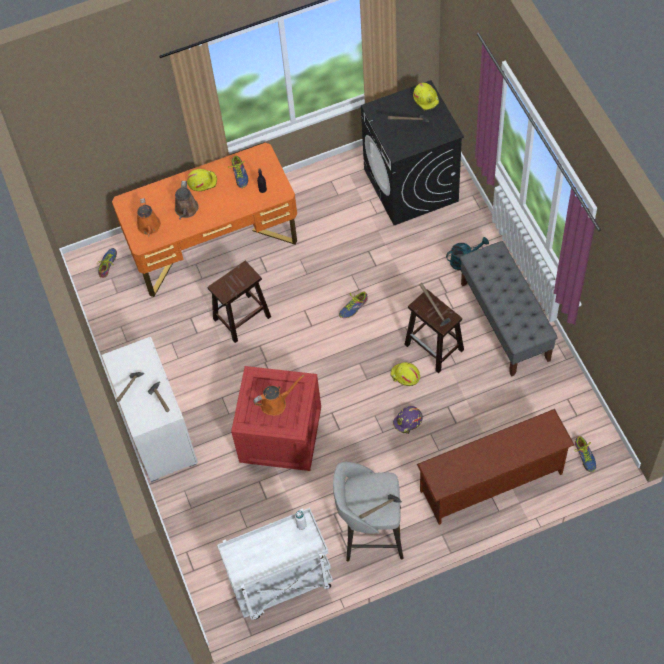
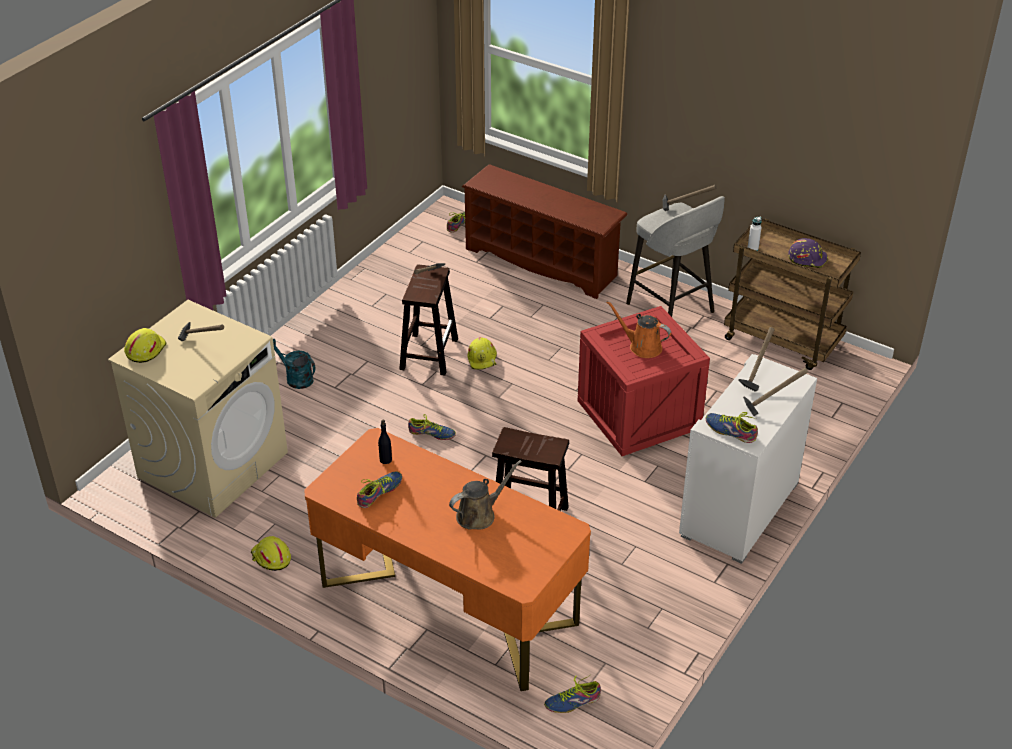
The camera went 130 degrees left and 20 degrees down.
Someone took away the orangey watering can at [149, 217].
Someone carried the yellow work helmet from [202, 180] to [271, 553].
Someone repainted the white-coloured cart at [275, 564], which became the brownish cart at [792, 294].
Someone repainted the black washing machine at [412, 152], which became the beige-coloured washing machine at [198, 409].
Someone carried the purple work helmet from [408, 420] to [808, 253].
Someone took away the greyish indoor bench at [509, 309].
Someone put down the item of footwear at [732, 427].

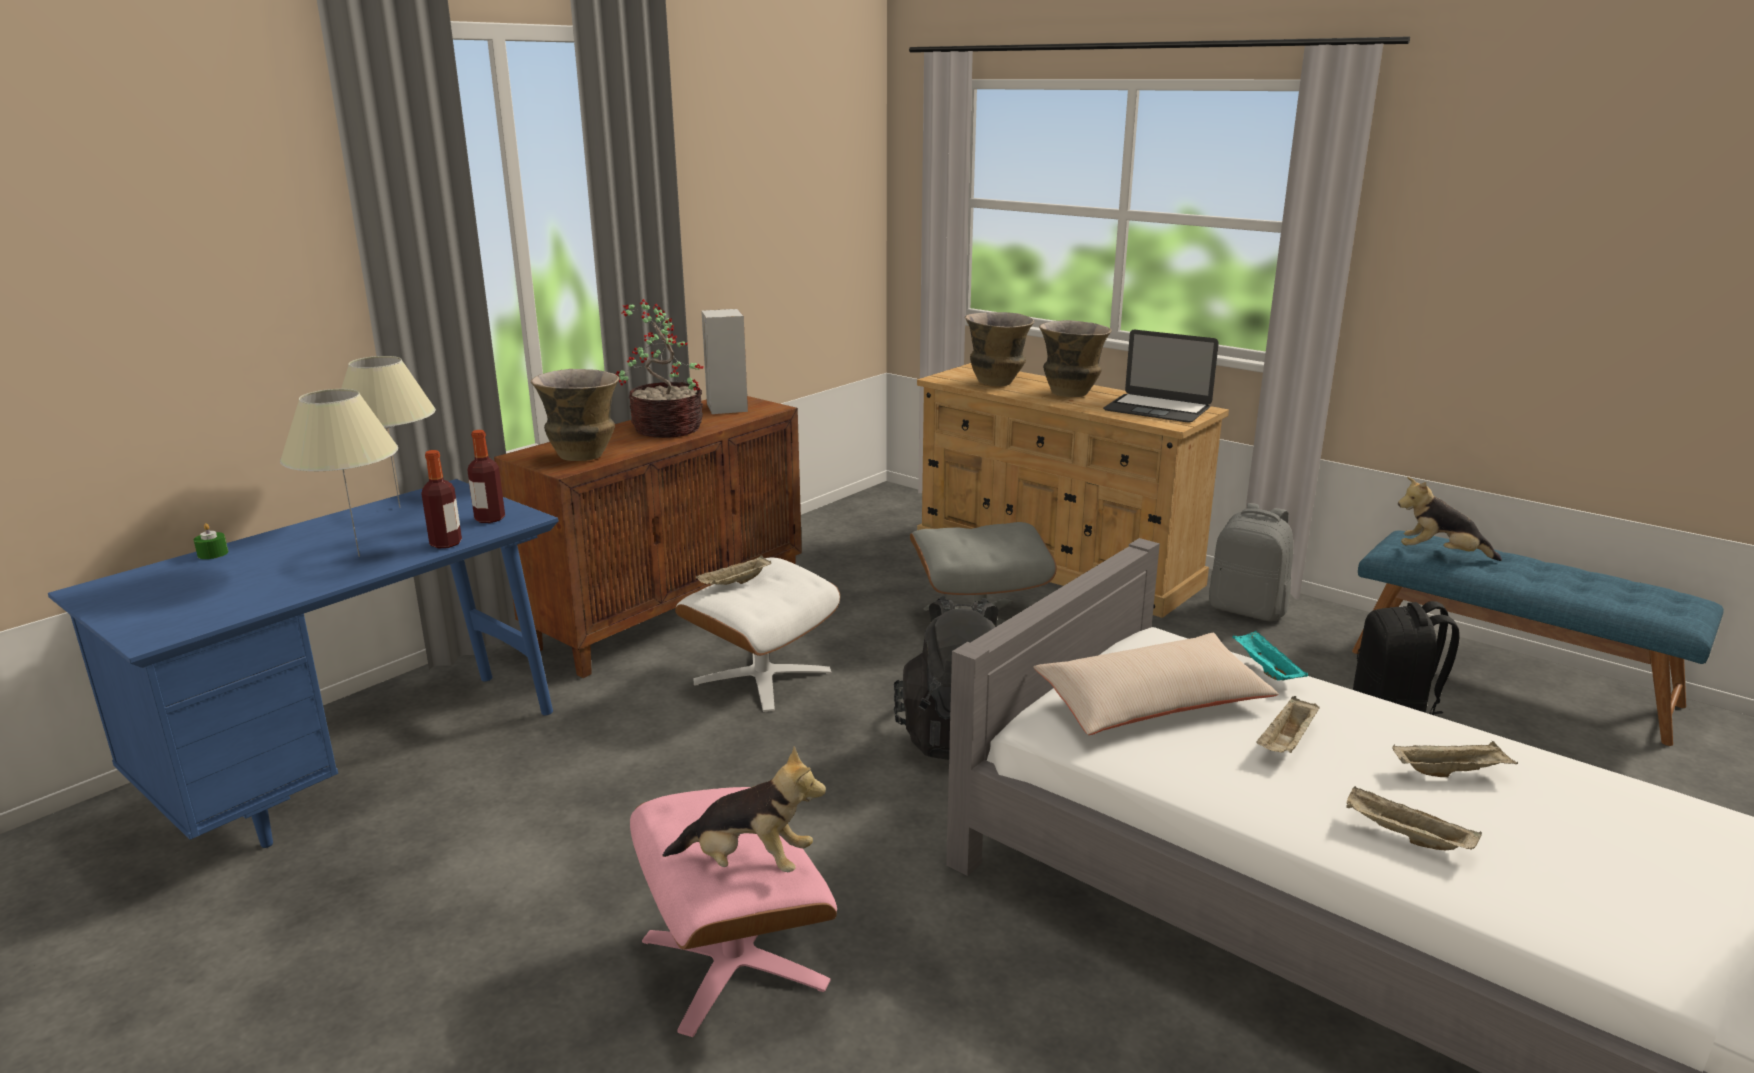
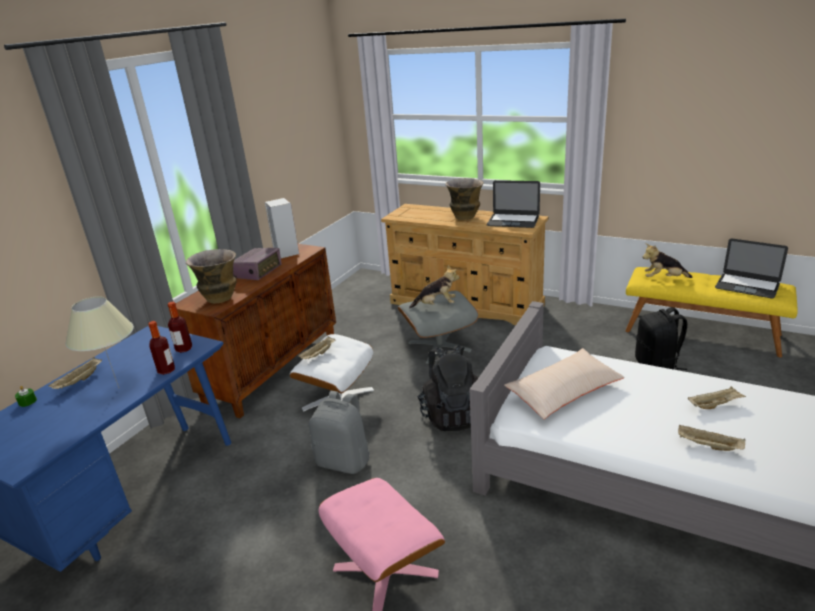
The camera went 10 degrees left and 5 degrees up.
Someone took away the beige-coloured lamp for a table at [388, 432].
Someone swapped the potted plant at [660, 368] for the radio receiver at [257, 264].
Someone carried the soft toy from [744, 809] to [434, 287].
Someone took away the flower vase at [1000, 349].
Someone carried the greyish rucksack from [1251, 562] to [339, 432].
Someone took away the turquoise-coloured tray at [1270, 655].
Someone carried the beige-coloured tray from [1288, 724] to [75, 373].
Someone repainted the blue-coloured indoor bench at [1538, 638], which became the yellow indoor bench at [711, 312].
Someone put down the portable computer at [751, 269].

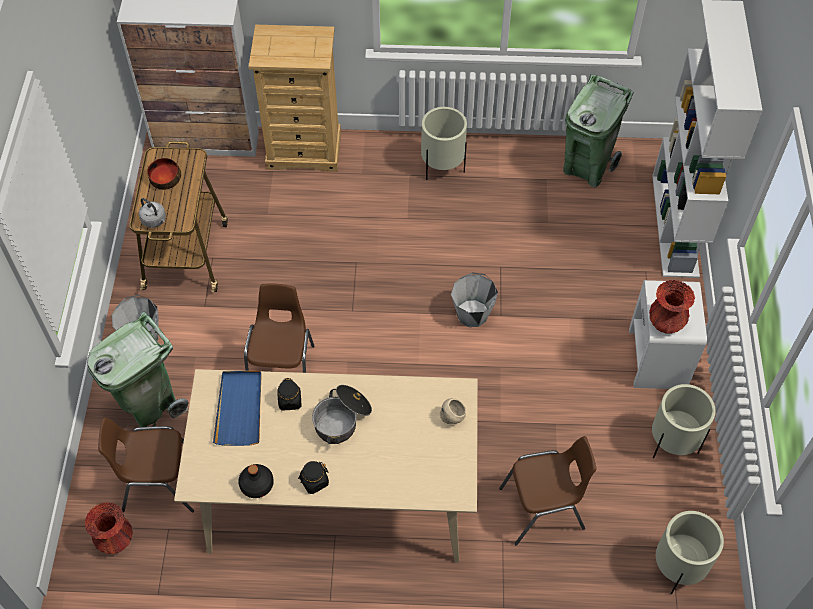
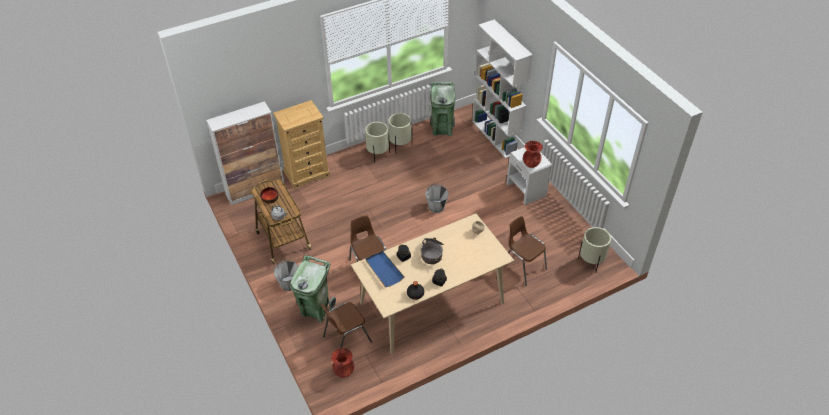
The camera went 30 degrees left and 10 degrees down.
Someone rotated the brownish upright chair at [548, 490] by 90 degrees counterclockwise.
Someone carried the beige-coloured planter from [683, 421] to [400, 132].

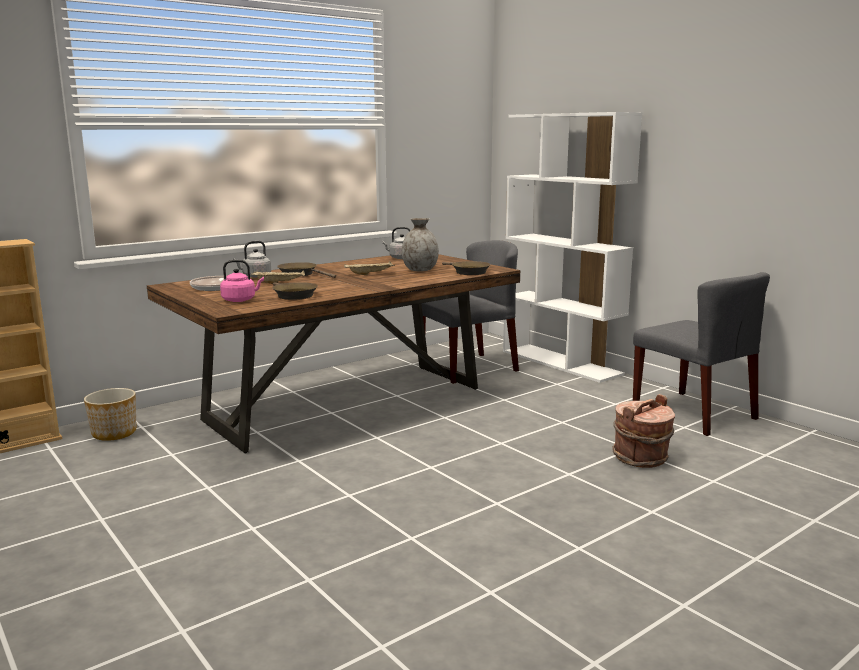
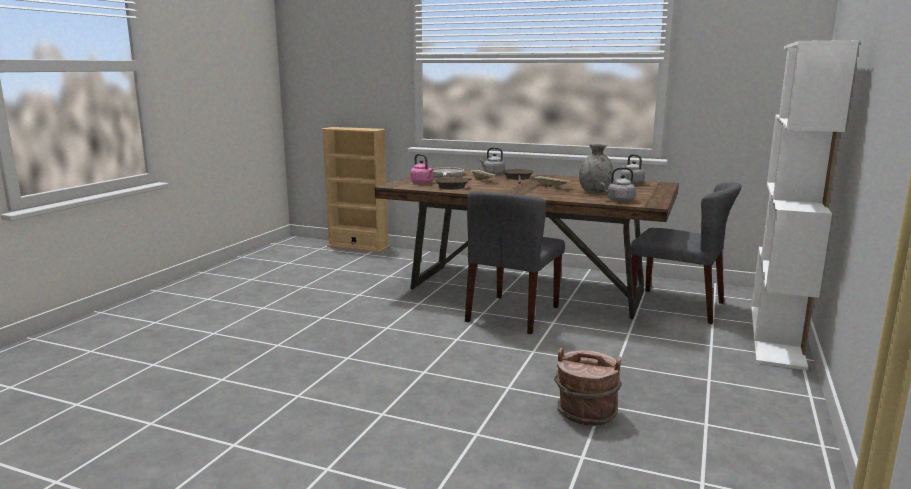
The camera went 60 degrees right and 0 degrees up.
Someone took away the planter at [110, 414].
Someone swapped the brownish skillet at [466, 268] for the greyish water kettle at [618, 184].
Someone carried the greyish upright chair from [701, 354] to [515, 262].

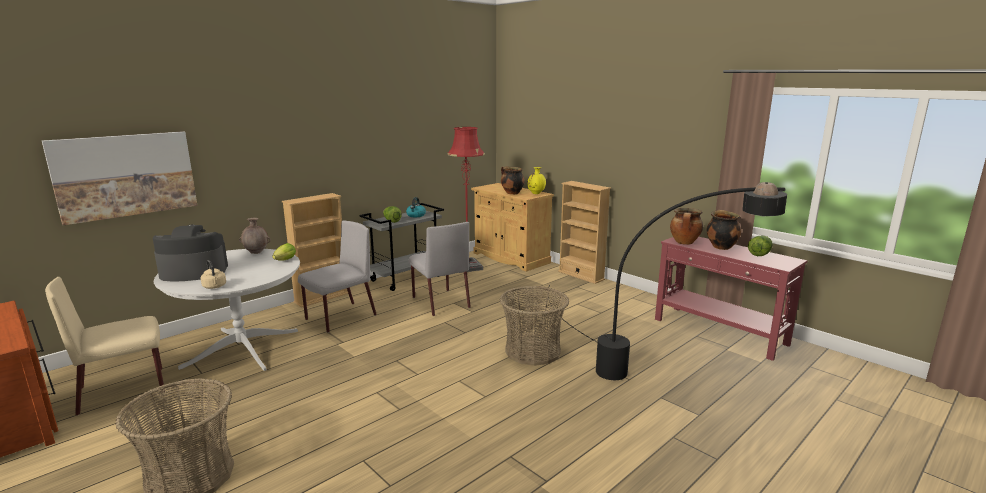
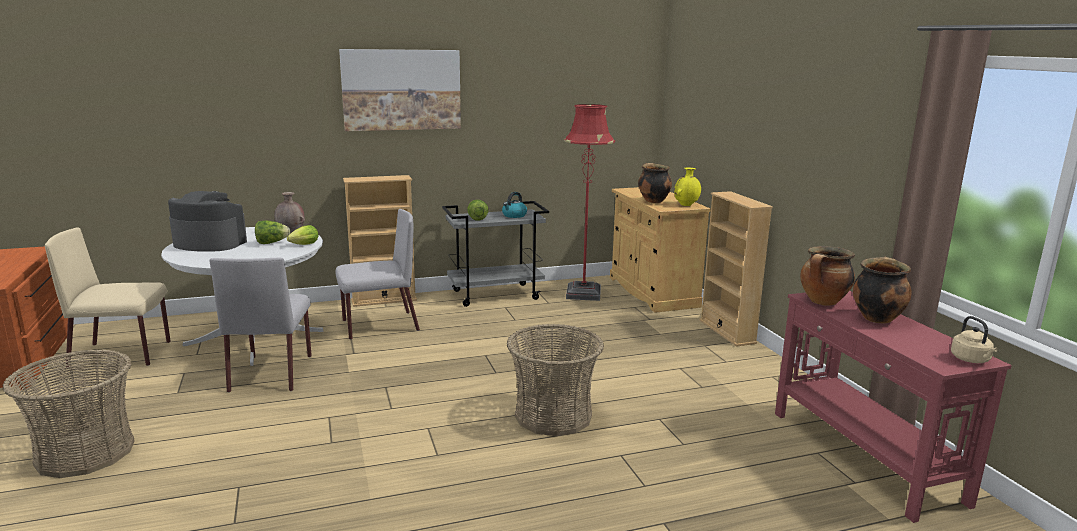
The camera went 25 degrees right and 0 degrees up.
Someone carried the picture from [120, 178] to [400, 90].
Someone carried the beige-coloured water kettle from [213, 274] to [974, 339].
Someone carried the greyish upright chair from [439, 269] to [261, 325].
Someone took away the black standing lamp at [667, 281].
Someone carried the lettuce from [760, 246] to [272, 232].

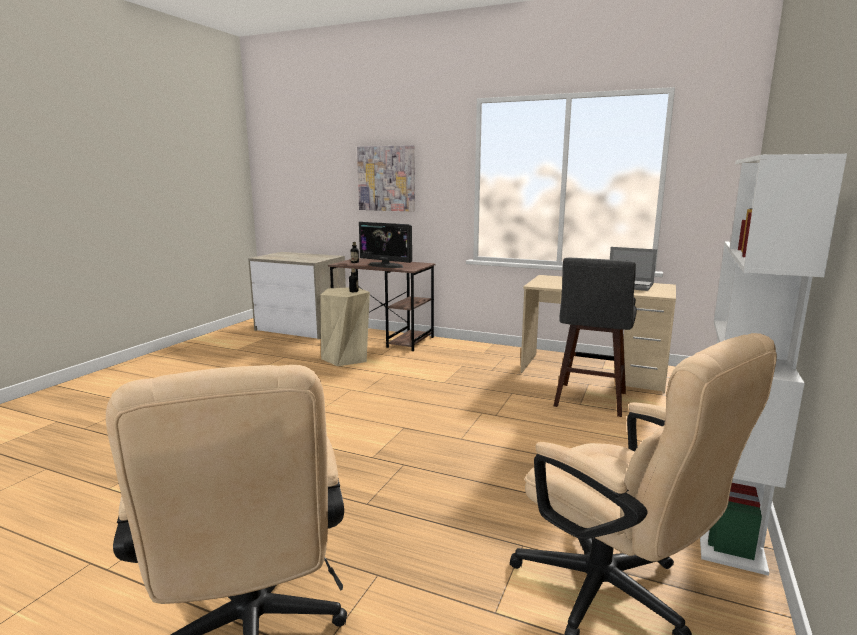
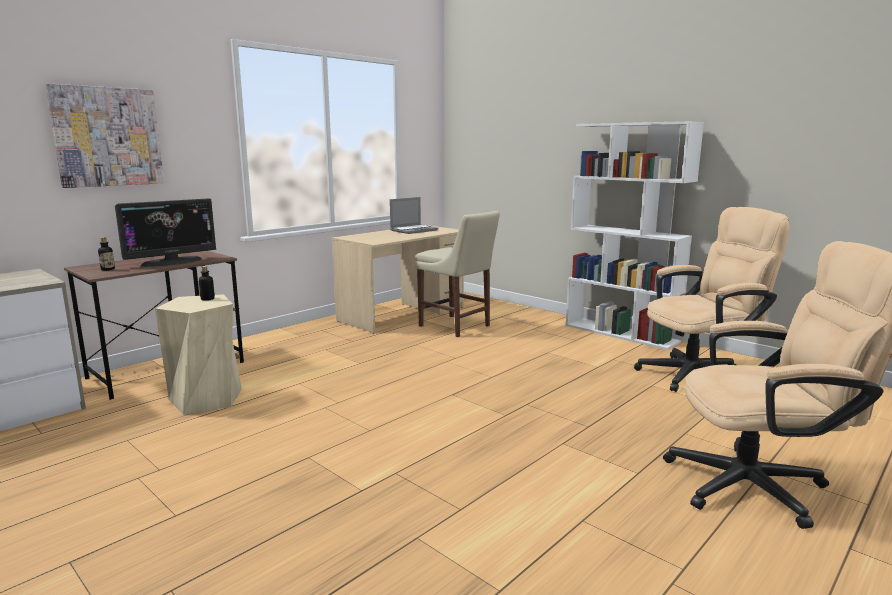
The camera went 70 degrees left and 0 degrees up.
Someone swapped the greyish stool seat at [595, 337] for the beige-coloured upright chair at [457, 274].

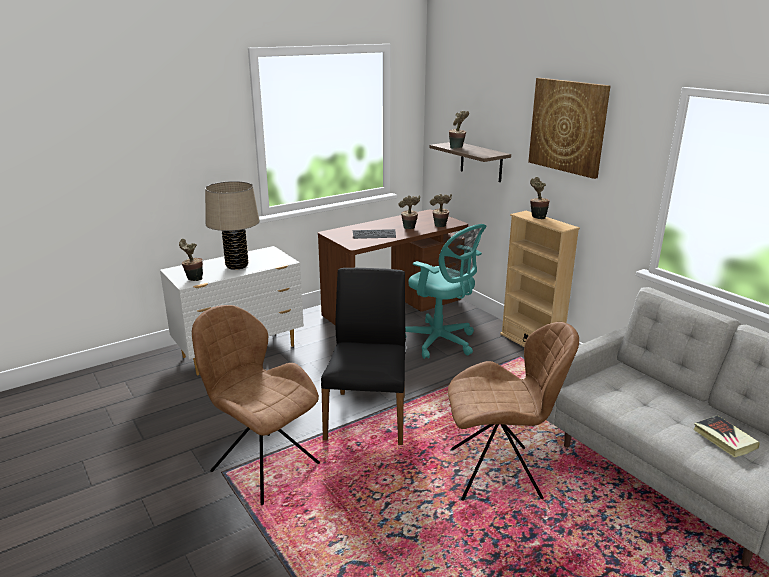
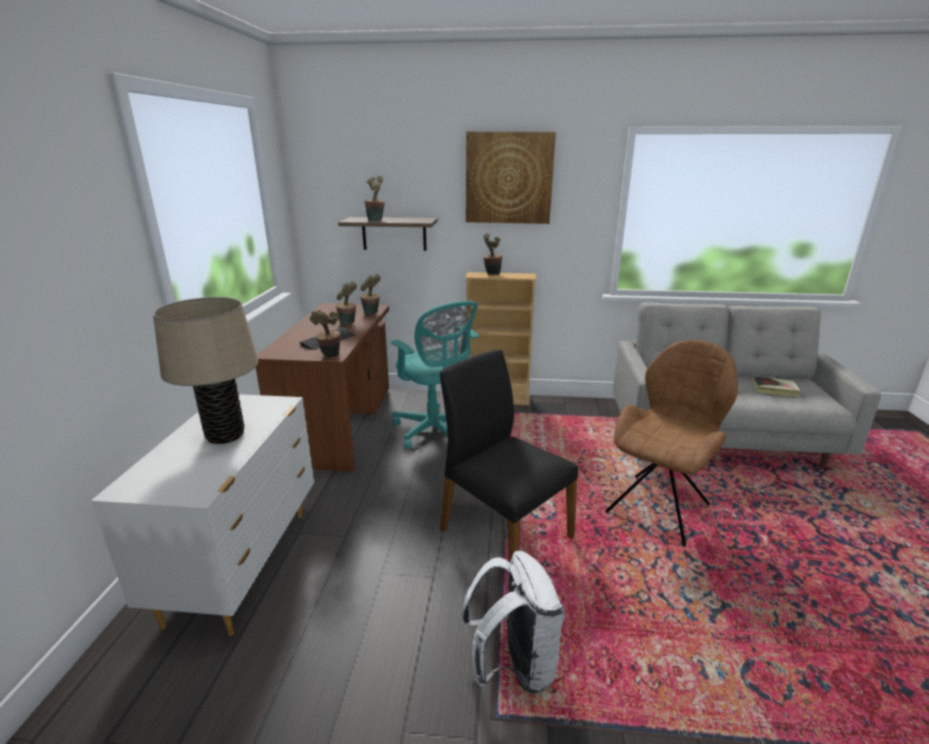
The camera went 50 degrees left and 0 degrees up.
Someone carried the potted plant from [191, 260] to [325, 333].
Someone swapped the brownish upright chair at [256, 405] for the white-coloured rucksack at [513, 622].
Someone rotated the turquoise-coloured computer chair at [446, 291] by 60 degrees clockwise.

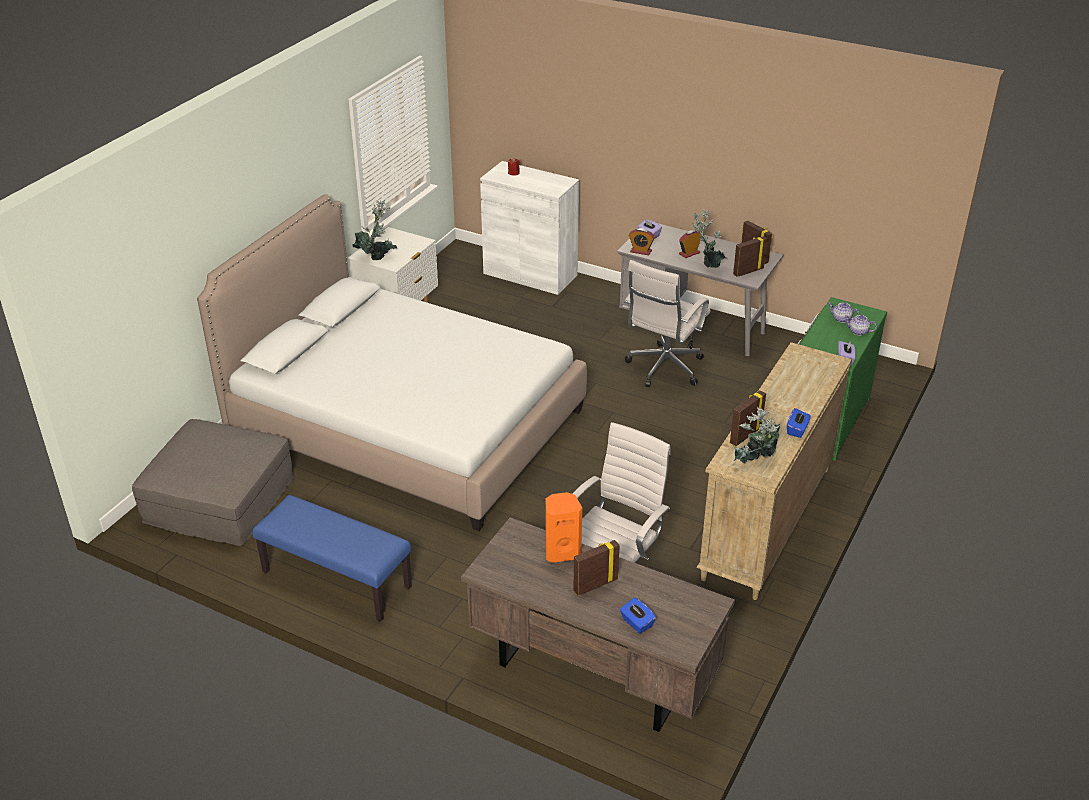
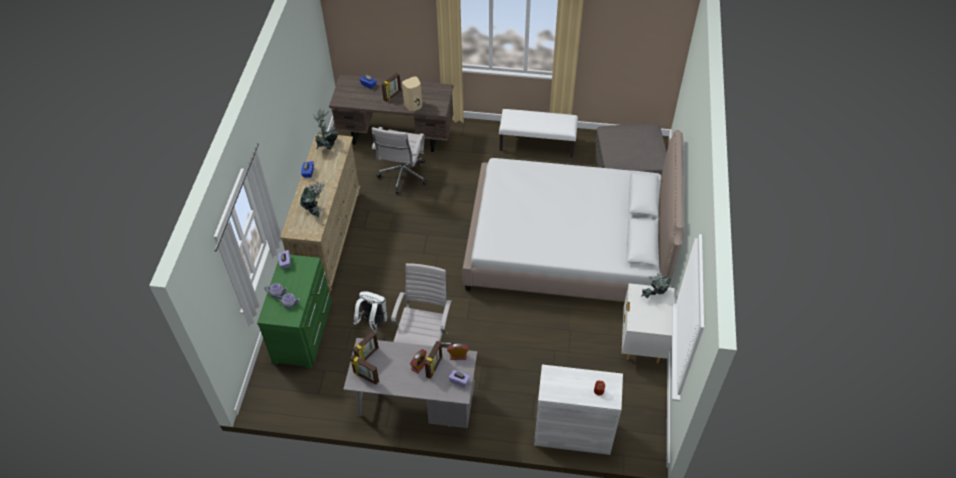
The camera went 160 degrees right and 15 degrees up.
Someone repainted the blue-coloured indoor bench at [332, 558], which became the white-coloured indoor bench at [538, 133].
Someone repainted the orangey speaker at [564, 527], which became the beige-coloured speaker at [412, 93].
Someone carried the potted plant from [709, 239] to [312, 199].
Someone carried the standing frame from [748, 418] to [433, 360].
Someone put down the white-coloured rucksack at [371, 312].

